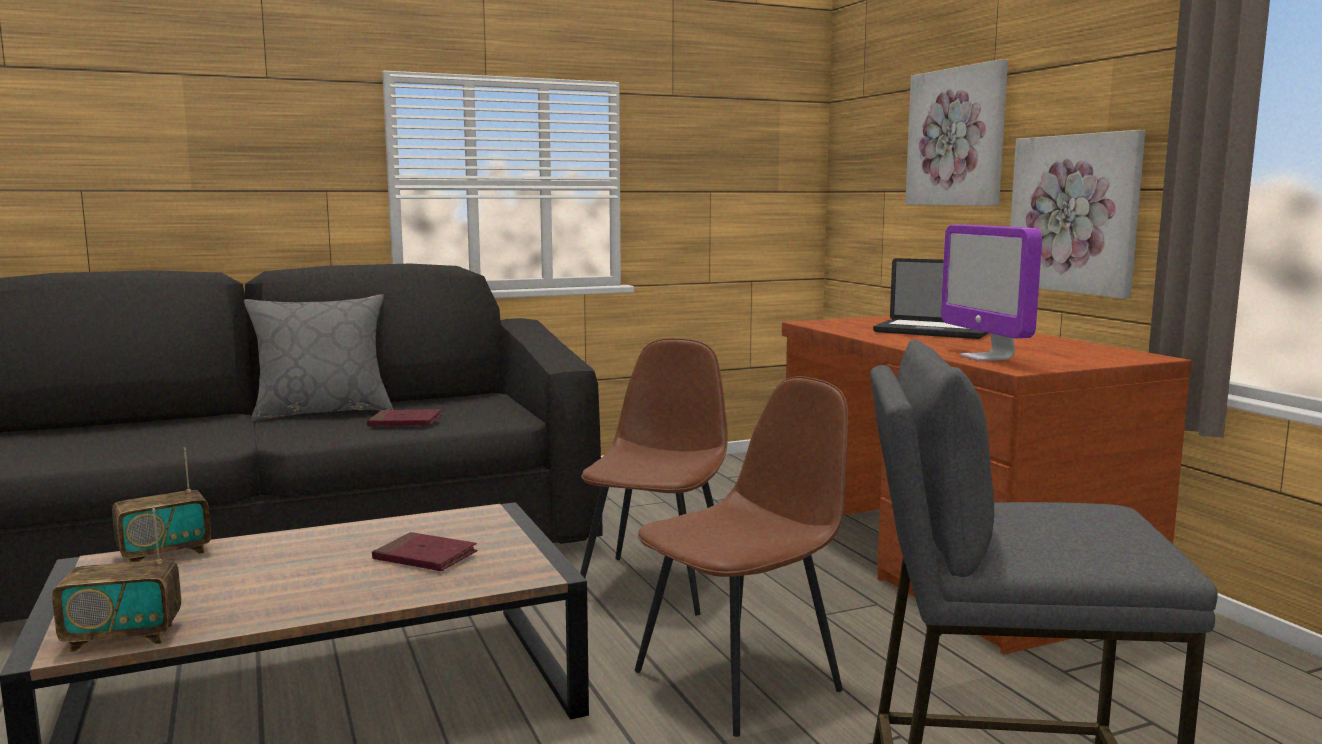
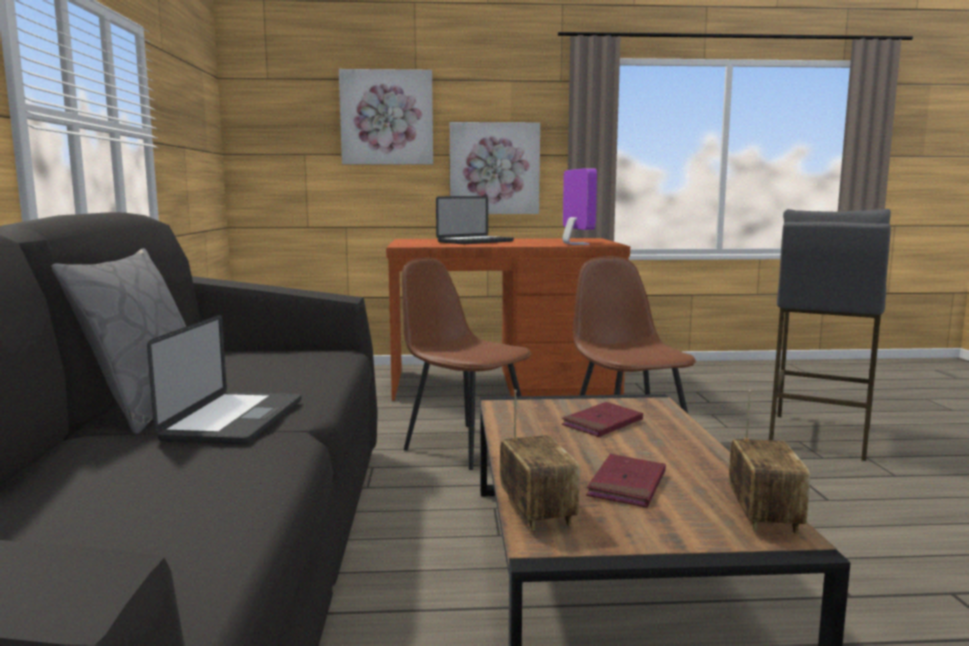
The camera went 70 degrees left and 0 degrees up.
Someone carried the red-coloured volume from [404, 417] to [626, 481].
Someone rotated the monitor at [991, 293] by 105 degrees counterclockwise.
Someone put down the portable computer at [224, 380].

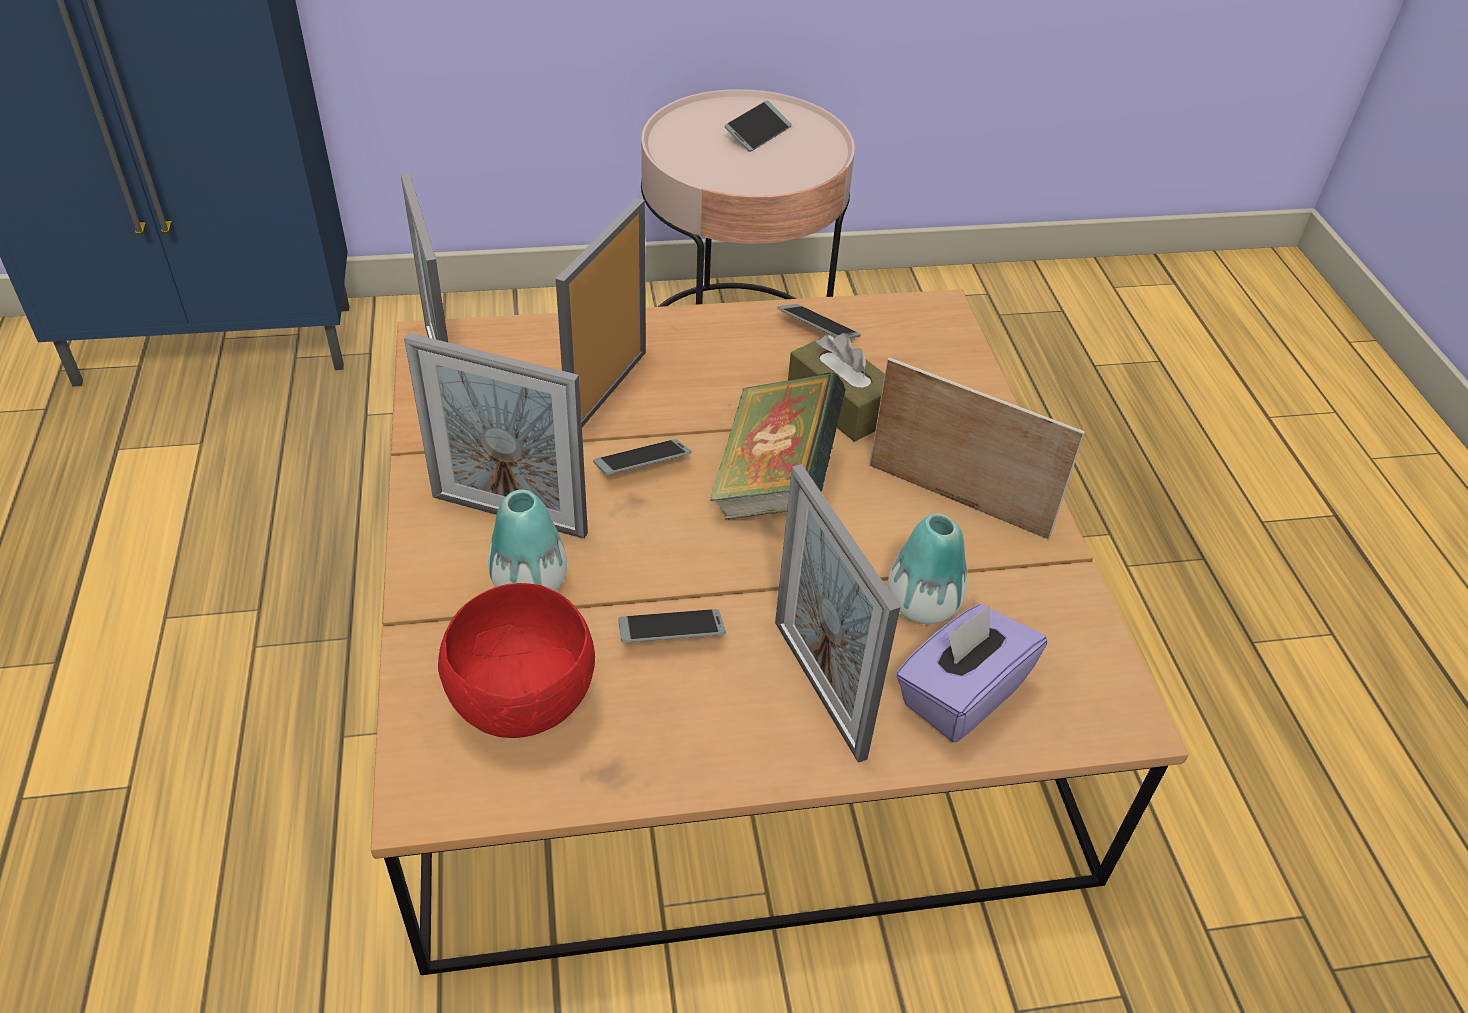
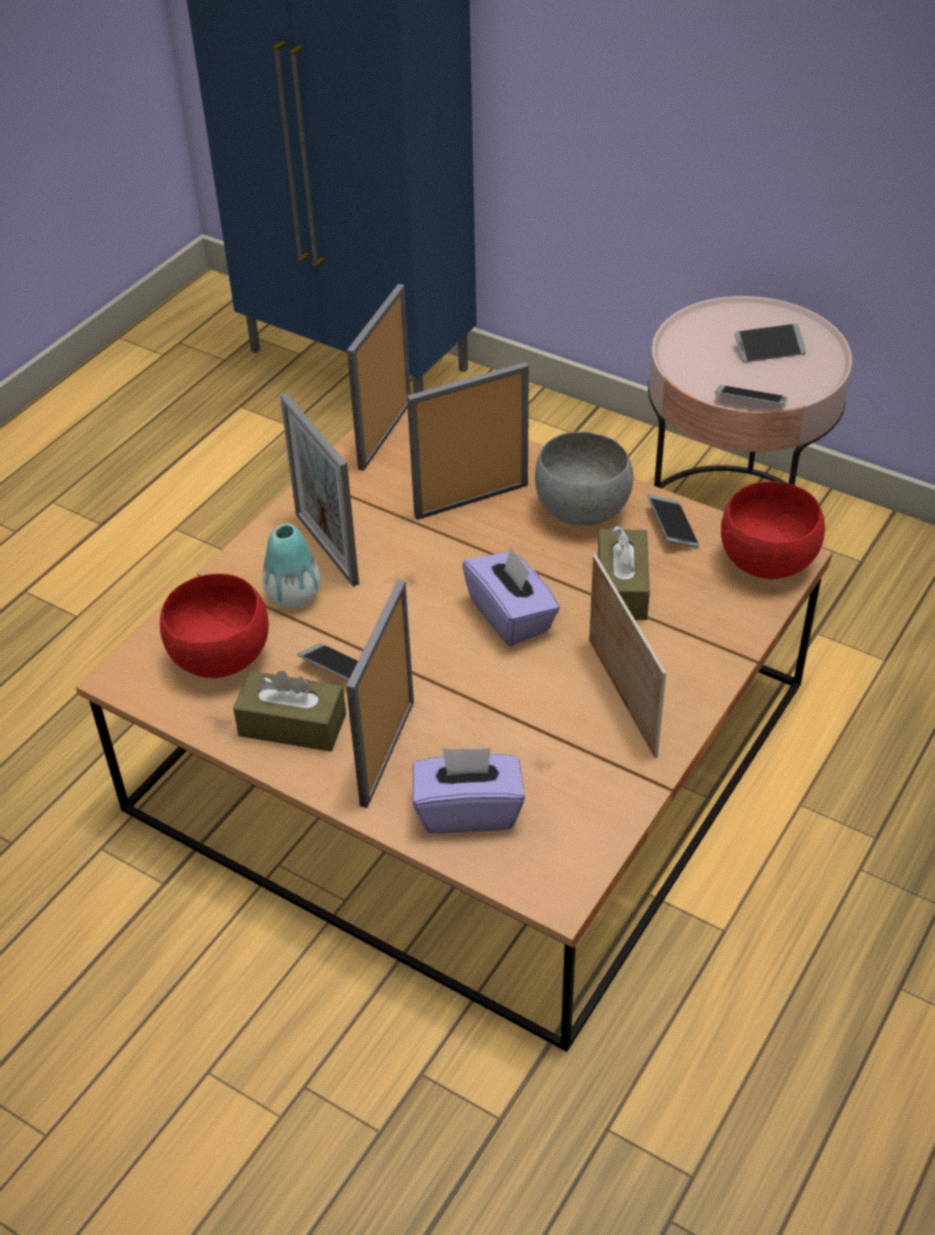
The camera went 45 degrees right and 0 degrees up.
Someone carried the handset from [642, 457] to [751, 395].
Someone swapped the volume at [777, 446] for the purple box of tissues at [511, 596].
Someone took away the flower vase at [927, 568].
Someone put down the brownish box of tissues at [289, 711].
Someone put down the greyish serving bowl at [584, 479].
Someone put down the red-coloured serving bowl at [773, 530].

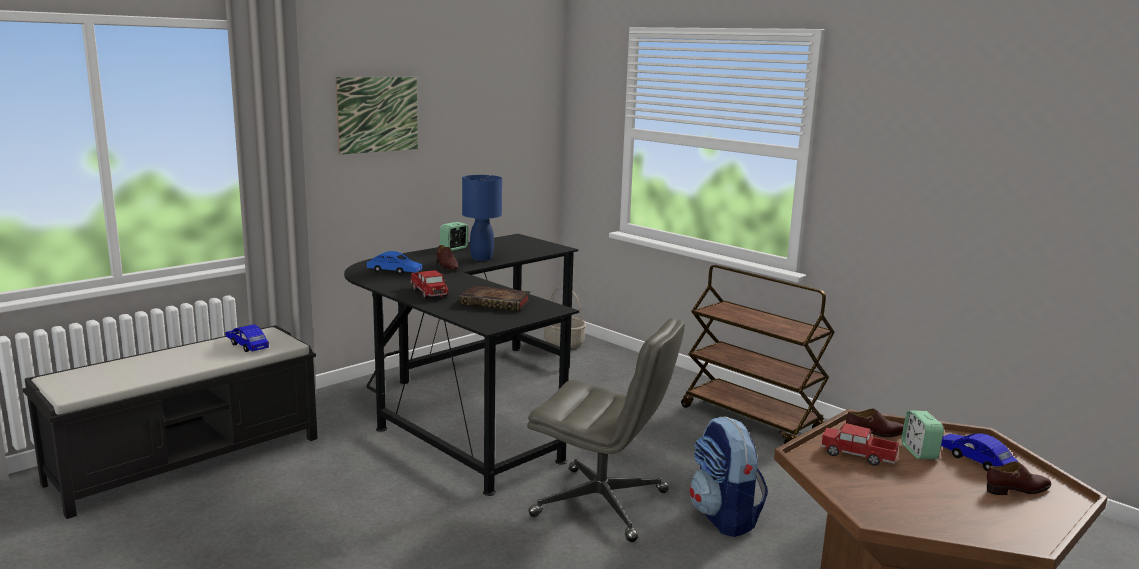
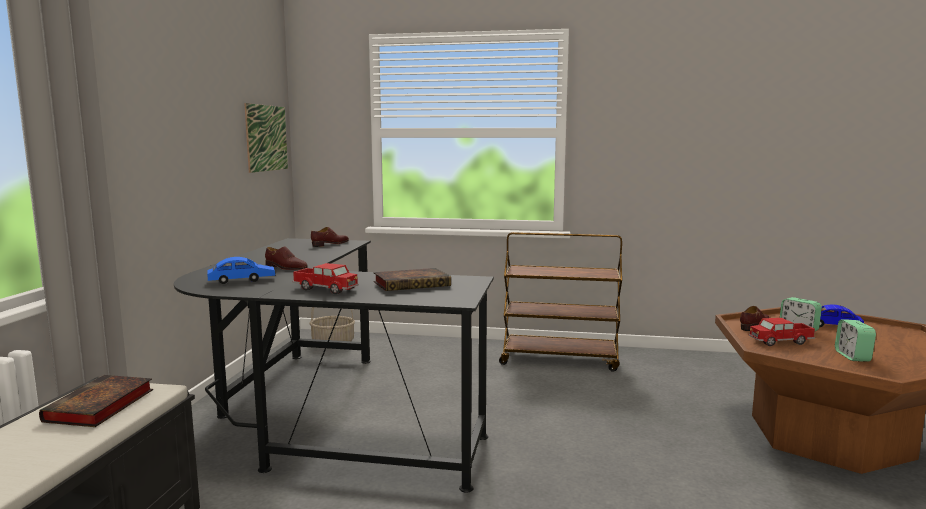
The camera went 35 degrees left and 5 degrees down.
Someone swapped the blue-coloured toy car at [247, 338] for the volume at [96, 401].
Someone carried the picture from [376, 116] to [266, 138].
Someone carried the alarm clock from [454, 236] to [855, 340].
Someone took away the blue-coloured lamp for a table at [482, 218].
Someone took away the greyish computer chair at [606, 430].
Someone took away the rucksack at [729, 477].
Someone carried the brownish item of footwear from [1019, 478] to [330, 237].

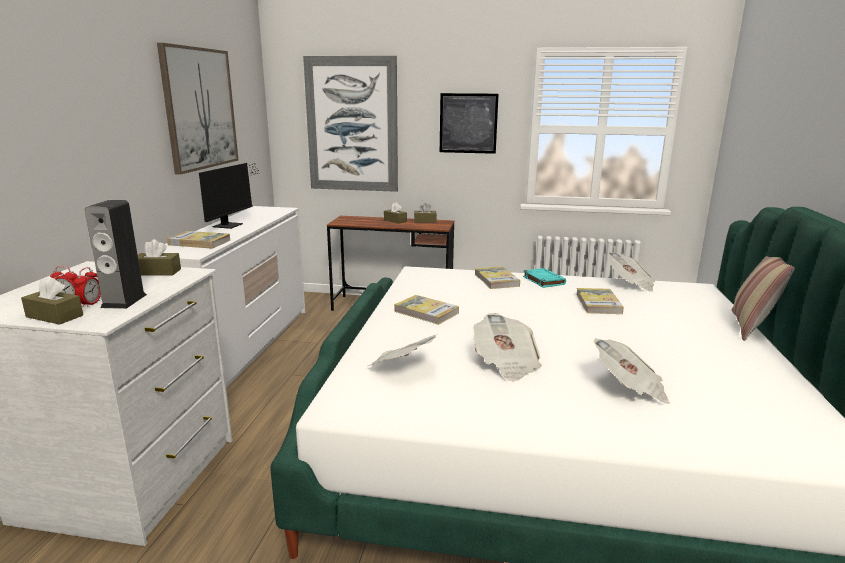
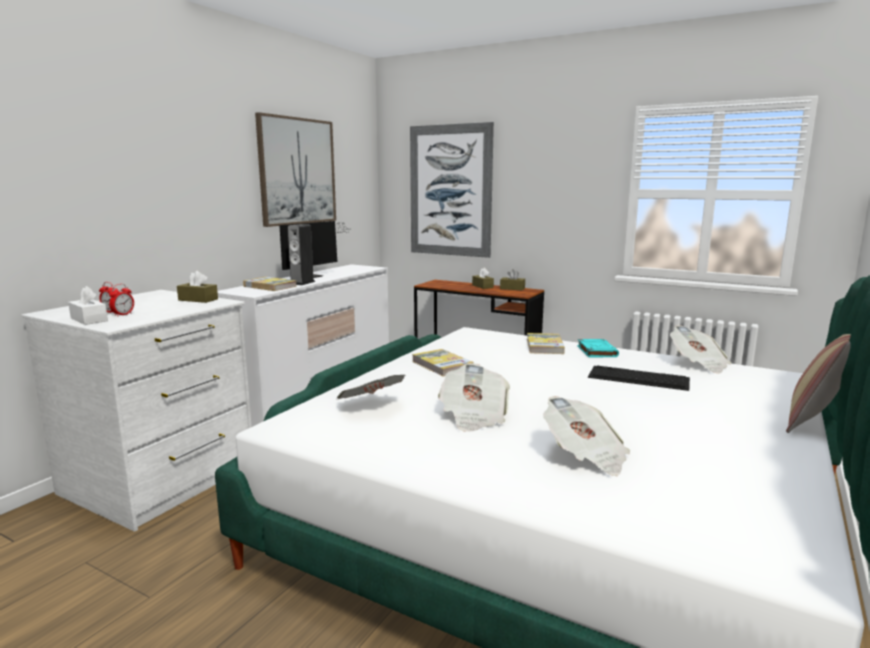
The camera went 20 degrees right and 5 degrees down.
Someone repainted the brownish box of tissues at [52, 300], which became the white-coloured box of tissues at [88, 305].
Someone carried the speaker from [116, 254] to [301, 254].
Someone took away the picture at [469, 123].
Someone swapped the volume at [600, 301] for the keyboard at [639, 378].

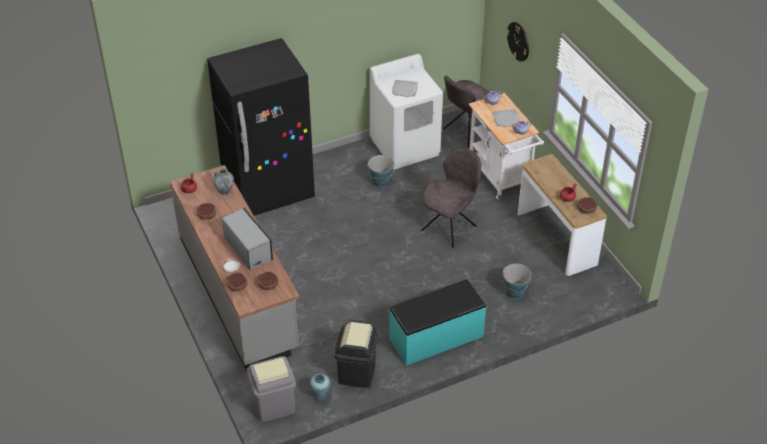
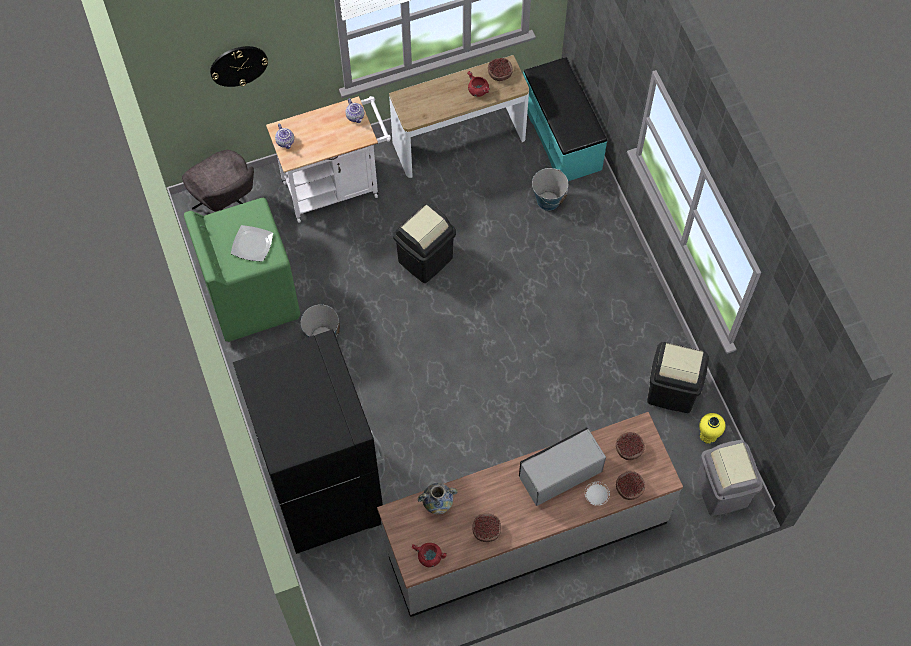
The camera went 85 degrees left and 20 degrees up.
Someone repainted the turquoise-coloured flower vase at [320, 388], which became the yellow flower vase at [712, 428].
Someone repainted the white-coloured washing machine at [406, 112], which became the green-coloured washing machine at [242, 270].
Someone carried the turquoise-coloured indoor bench from [437, 322] to [565, 119].
Someone swapped the greyish upright chair at [451, 198] for the black rubbish bin at [424, 243].
Someone took away the plate at [506, 117].

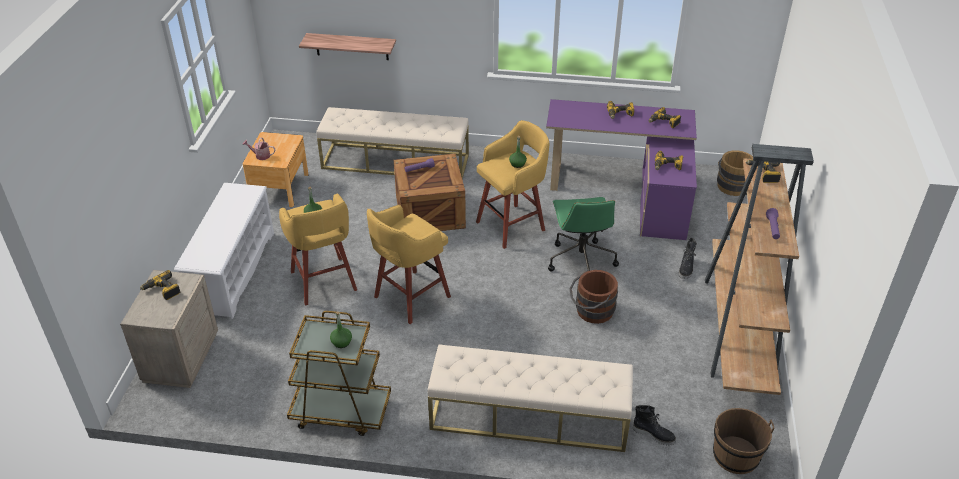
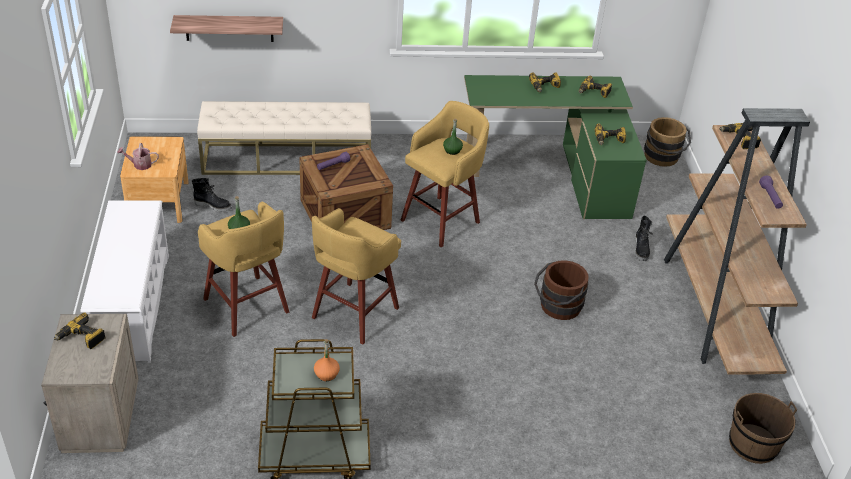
The camera went 15 degrees left and 0 degrees up.
Someone repainted the green-coloured beverage bottle at [341, 330], which became the orangey beverage bottle at [327, 360].
Someone took away the beige-coloured indoor bench at [530, 398].
Someone repainted the purple desk at [621, 169], which became the green-coloured desk at [555, 147].
Someone took away the green-coloured computer chair at [583, 234].
Someone carried the black tall boot from [654, 425] to [212, 195].

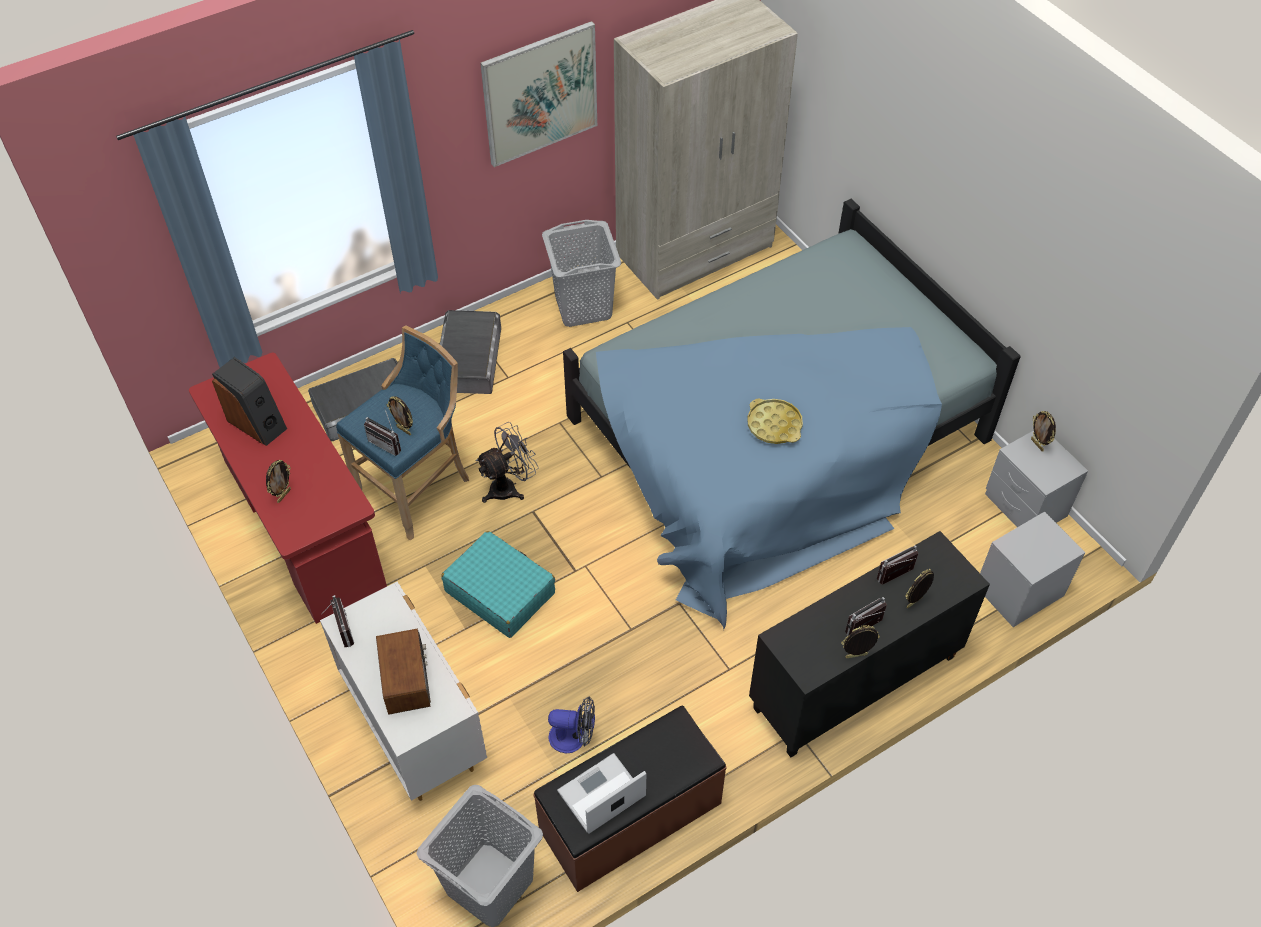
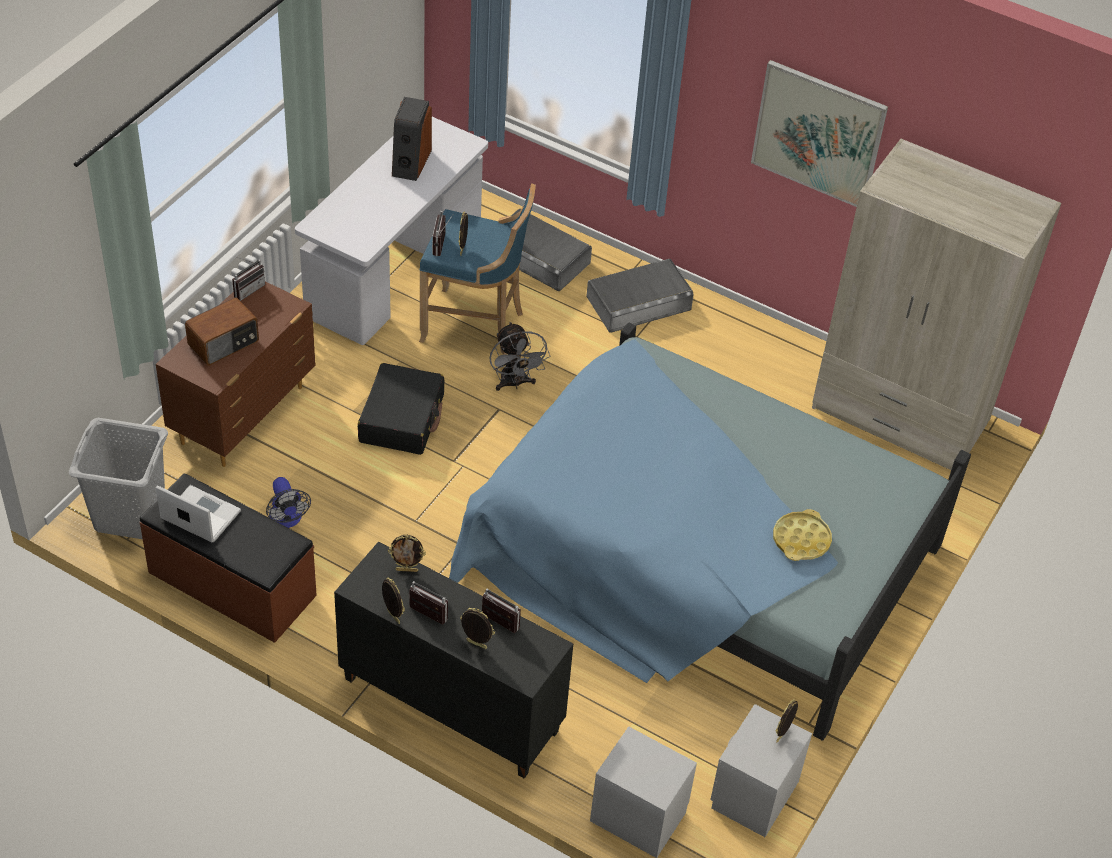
The camera went 60 degrees right and 5 degrees down.
Someone repainted the red-coloured desk at [288, 488], which became the white-coloured desk at [391, 231].
Someone carried the standing frame from [278, 481] to [407, 553].
Someone repainted the white-coloured drawer chest at [403, 691], which became the brownish drawer chest at [236, 374].
Someone repainted the turquoise-coloured piece of luggage at [498, 584], which became the black piece of luggage at [401, 409].
Someone rotated the greyish electric fan at [507, 462] by 45 degrees clockwise.
Someone took away the greyish hamper at [581, 273].
Someone carried the yellow tray from [775, 421] to [802, 535].

